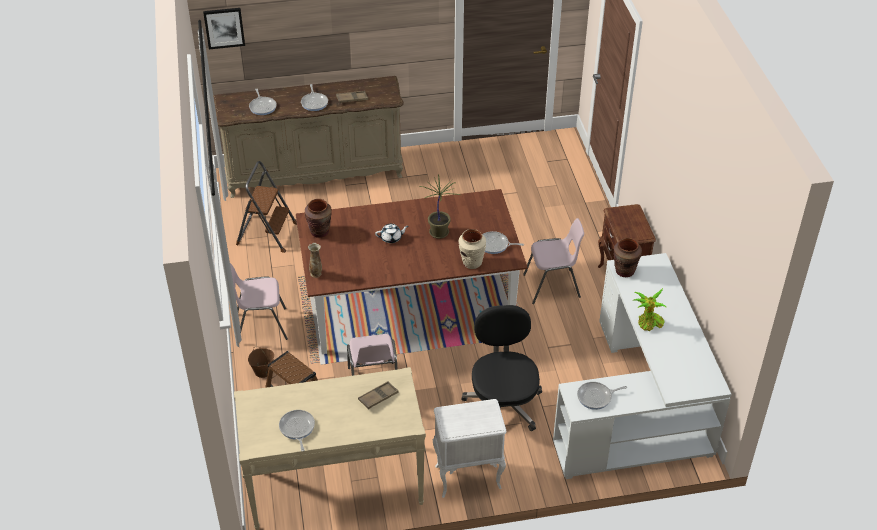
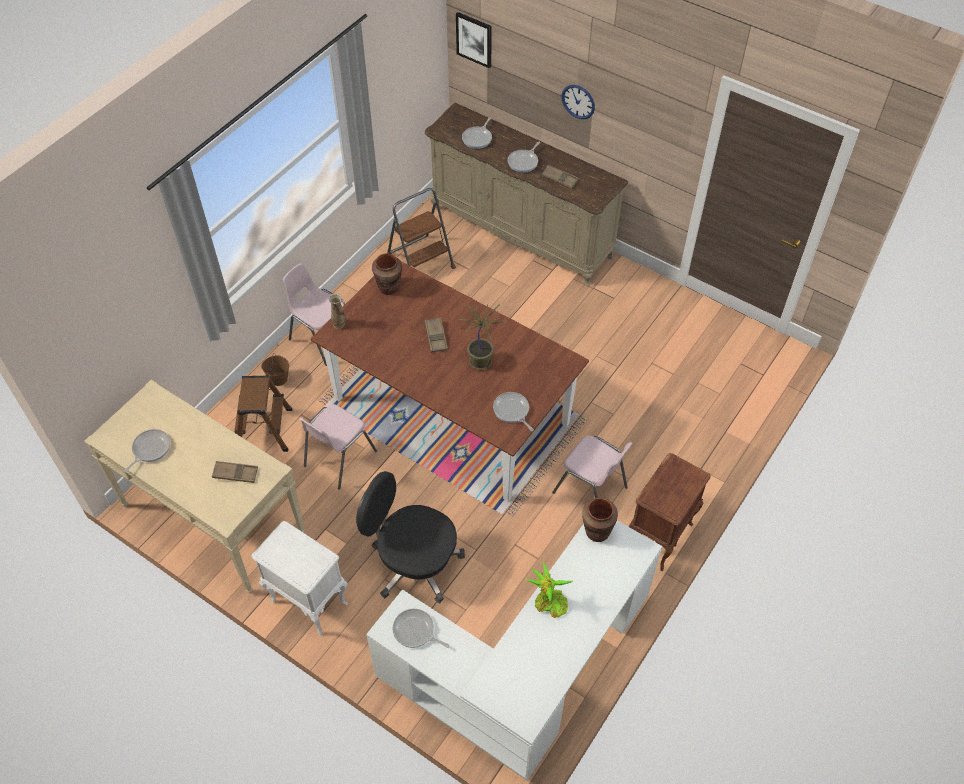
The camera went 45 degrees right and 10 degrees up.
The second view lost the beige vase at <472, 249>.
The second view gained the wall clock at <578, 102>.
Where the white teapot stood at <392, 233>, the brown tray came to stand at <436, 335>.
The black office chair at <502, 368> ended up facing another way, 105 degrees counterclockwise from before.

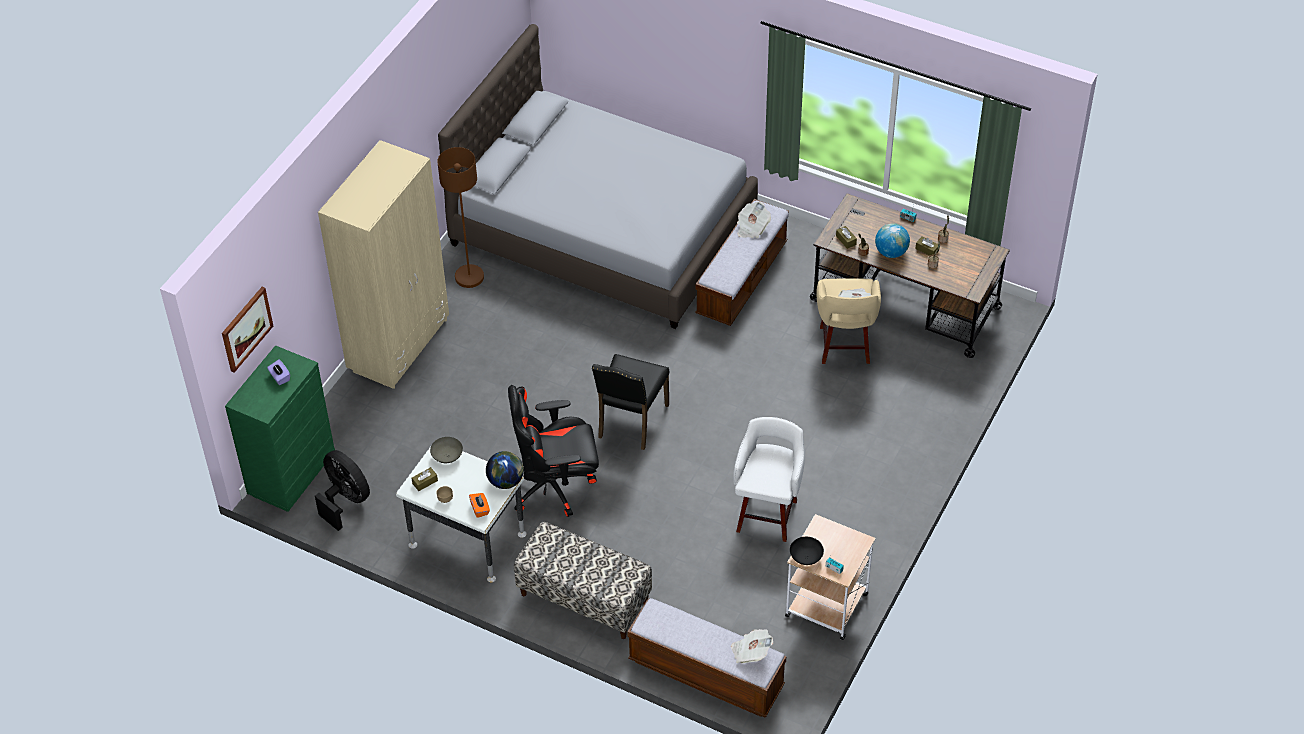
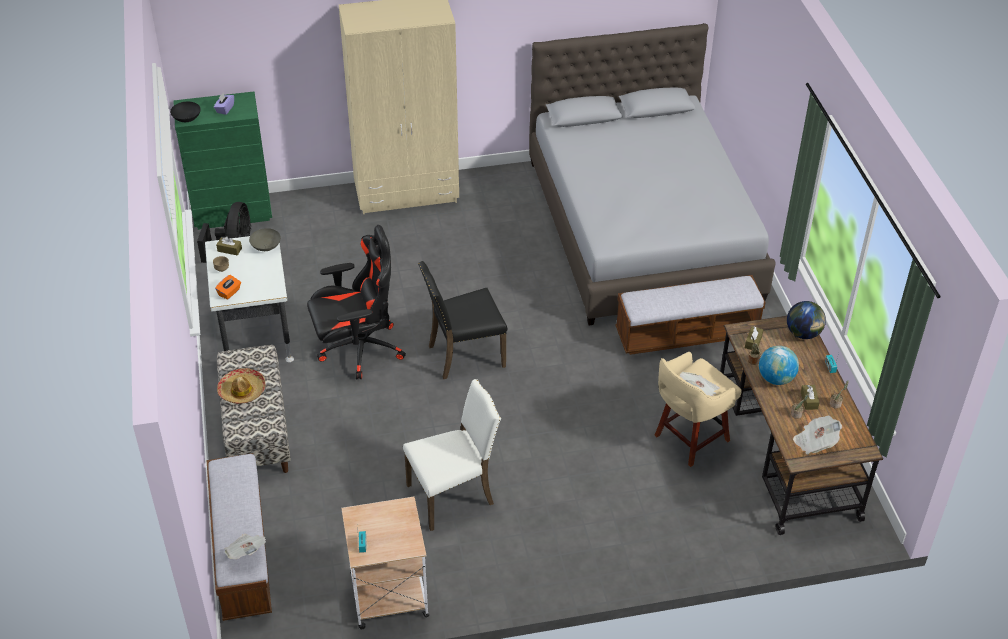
The camera went 50 degrees right and 5 degrees down.
The second view lost the picture at <247, 330>.
The second view lost the brown floor lamp at <460, 217>.
The second view gained the hat at <241, 386>.
The globe ended up elsewhere, having gone from <505, 470> to <806, 320>.
The newspaper ended up elsewhere, having gone from <754, 220> to <817, 435>.
The black bowl ended up elsewhere, having gone from <807, 551> to <185, 112>.
Where the white stool stood at <769, 479>, the white chair came to stand at <452, 455>.
The black office chair at <553, 451> ended up facing another way, 120 degrees clockwise from before.

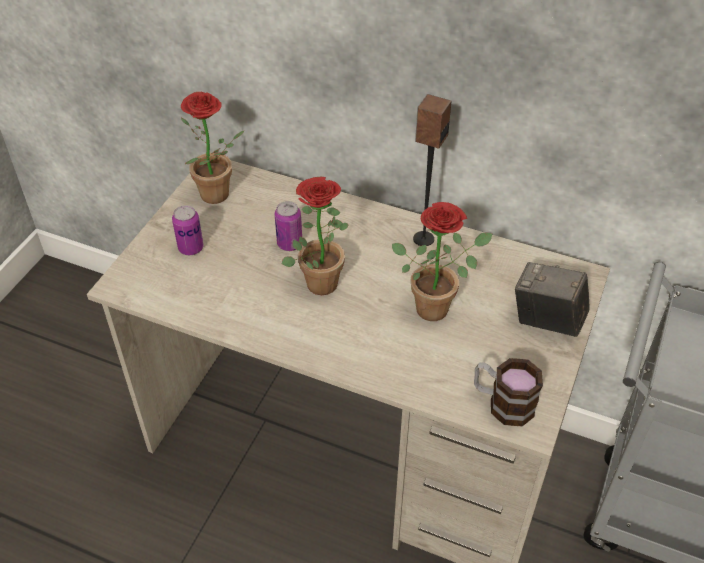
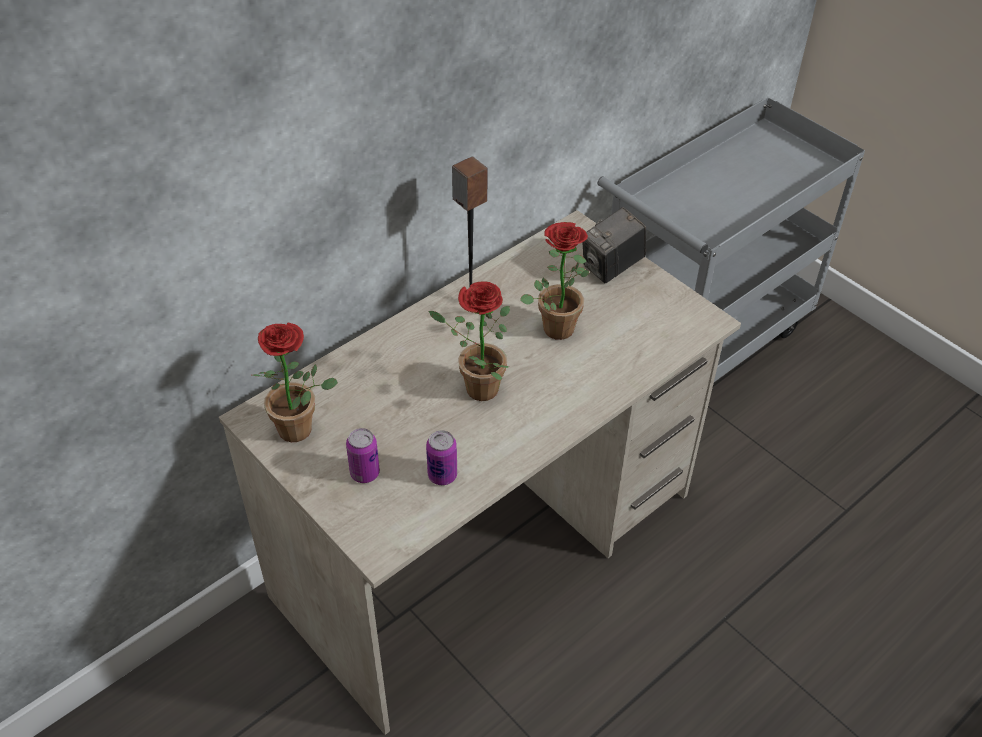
The camera went 65 degrees left and 0 degrees up.
The second view lost the mug at <508, 392>.
The can ended up elsewhere, having gone from <288, 226> to <441, 457>.

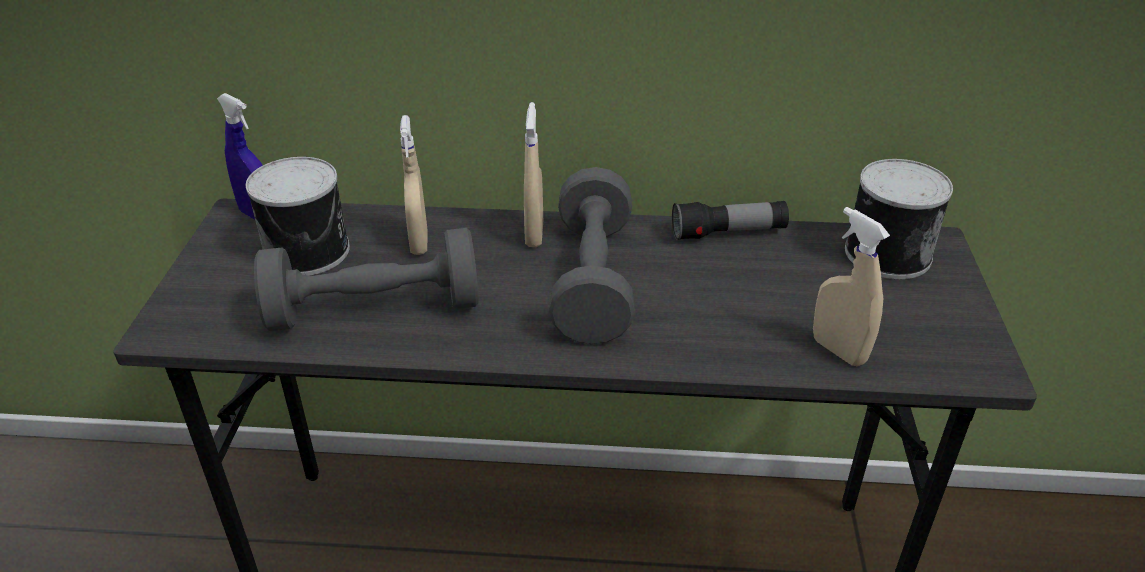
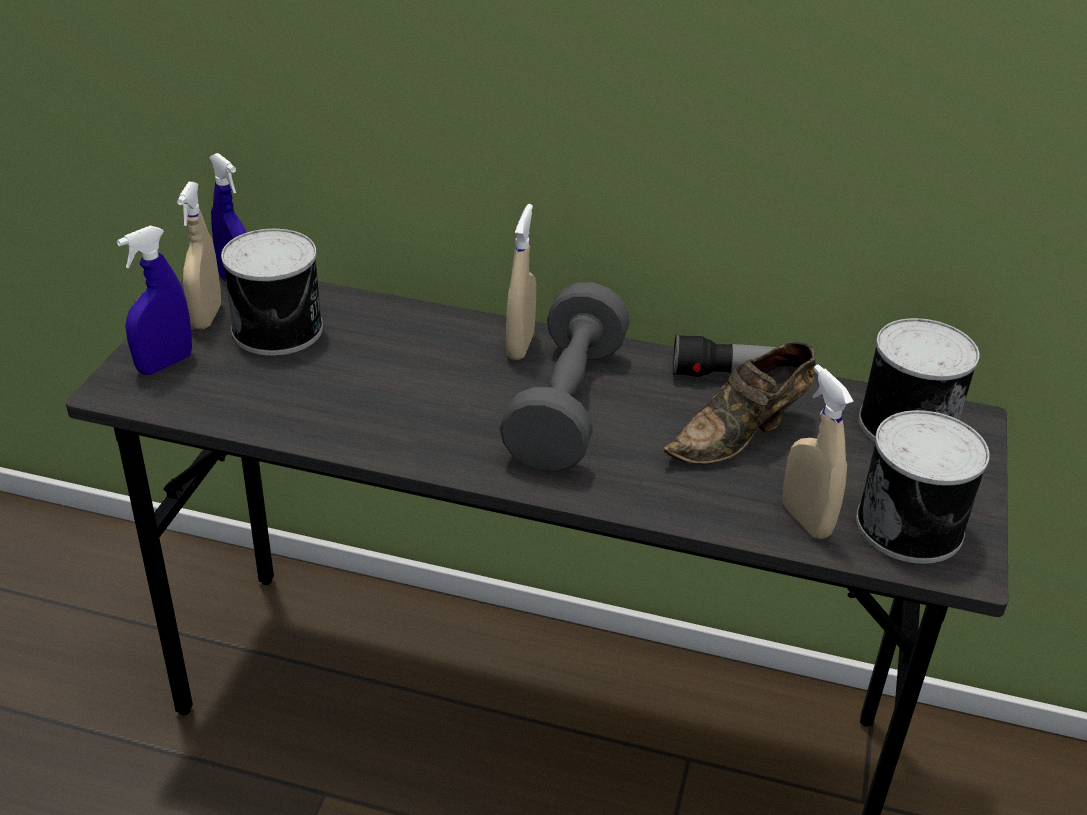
The camera went 10 degrees right and 0 degrees up.
The second view lost the grey dumbbell at <366, 279>.
The second view gained the blue spray bottle at <154, 300>.
The second view gained the brown shoe at <740, 403>.
The second view gained the can at <923, 487>.
The beige spray bottle ended up elsewhere, having gone from <413, 185> to <199, 255>.

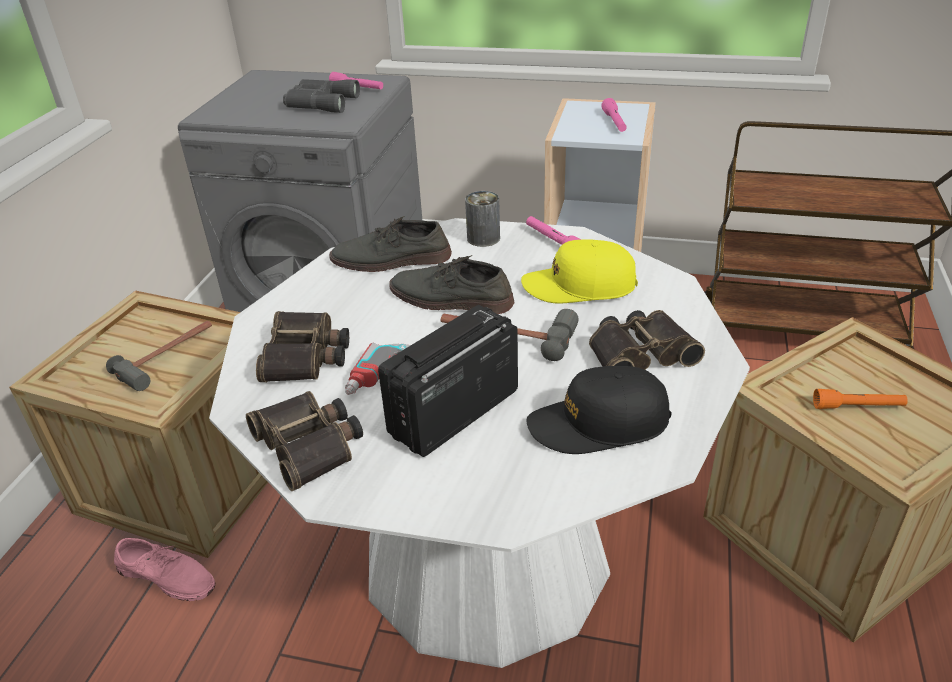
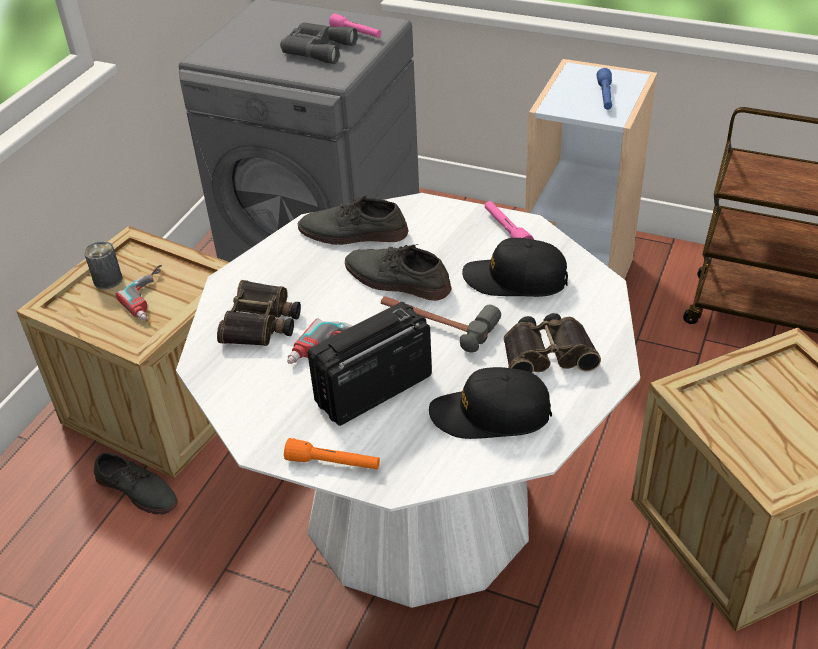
The camera went 10 degrees right and 5 degrees up.
The second view lost the binoculars at <304, 441>.
The can ended up elsewhere, having gone from <482, 219> to <103, 265>.
The orange flashlight ended up elsewhere, having gone from <860, 399> to <332, 453>.
Where the hammer stood at <159, 356>, the power drill came to stand at <139, 292>.
What was the pink shoe at <165, 569> turned into the grey shoe at <136, 484>.
What was the yellow cap at <579, 271> turned into the black cap at <515, 267>.
What was the pink flashlight at <614, 115> turned into the blue flashlight at <604, 89>.

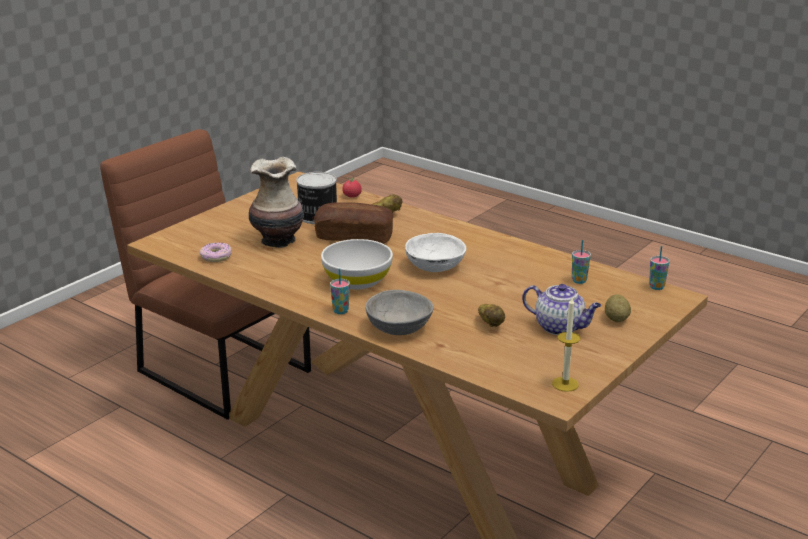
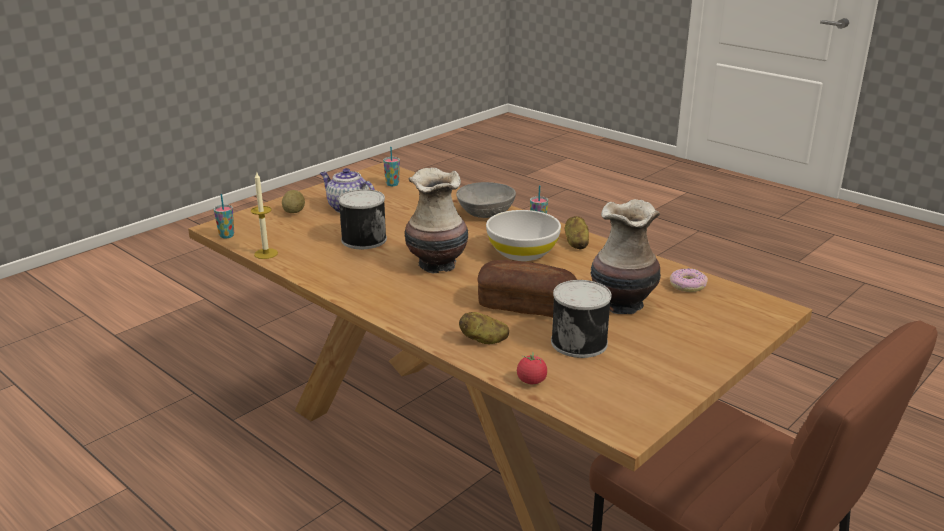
The camera went 175 degrees left and 0 degrees up.
The second view gained the can at <362, 219>.
The potato ended up elsewhere, having gone from <491, 315> to <577, 233>.
The candle ended up elsewhere, having gone from <566, 345> to <264, 216>.
The cup ended up elsewhere, having gone from <581, 262> to <391, 166>.
Where the white bowl stood at <435, 252>, the vase came to stand at <436, 220>.

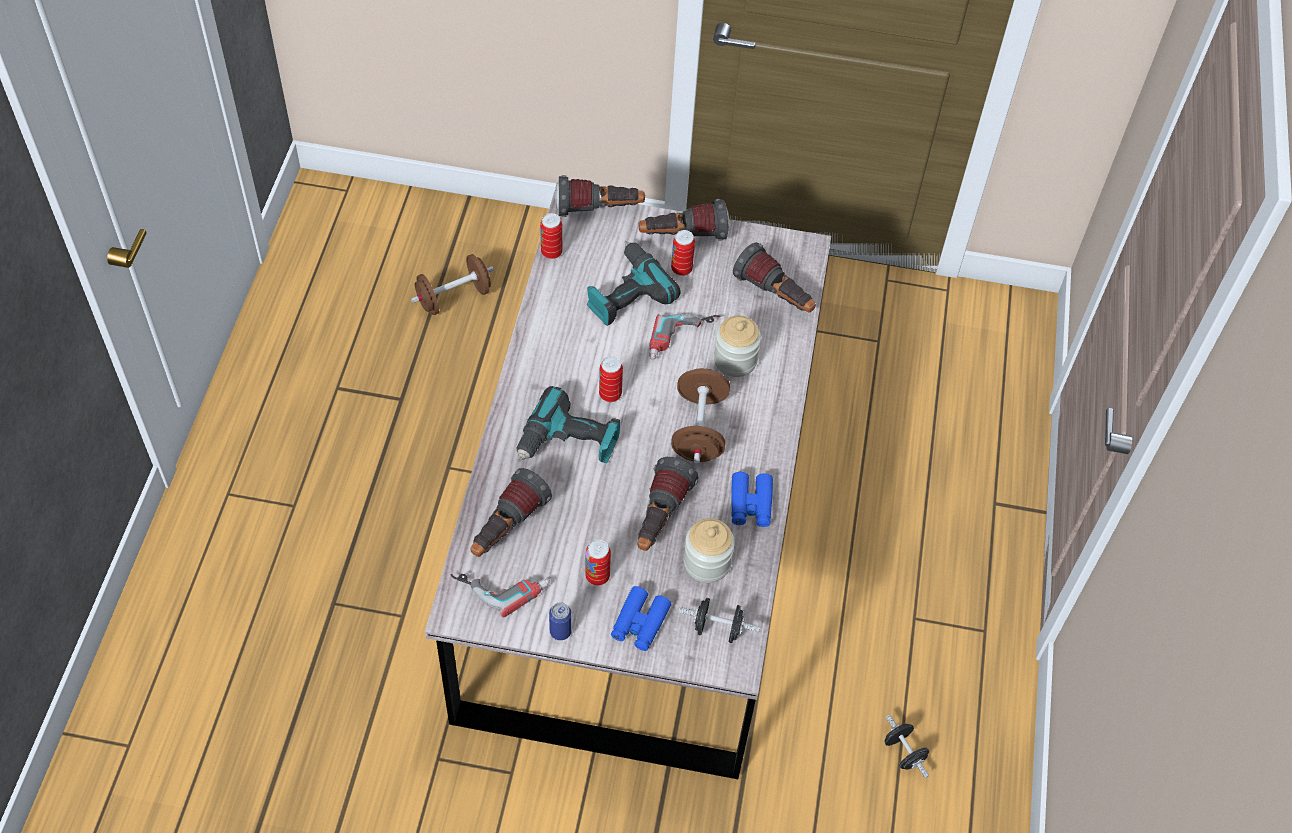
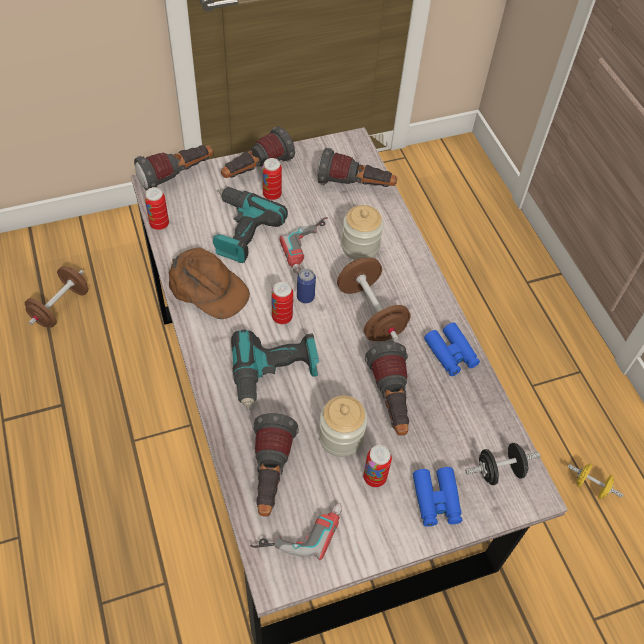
The camera went 30 degrees left and 0 degrees up.
The second view gained the brown cap at <209, 283>.
The can ended up elsewhere, having gone from <560, 621> to <306, 286>.
The jar ended up elsewhere, having gone from <709, 550> to <343, 426>.
What was the black dumbbell at <906, 746> turned into the yellow dumbbell at <596, 481>.

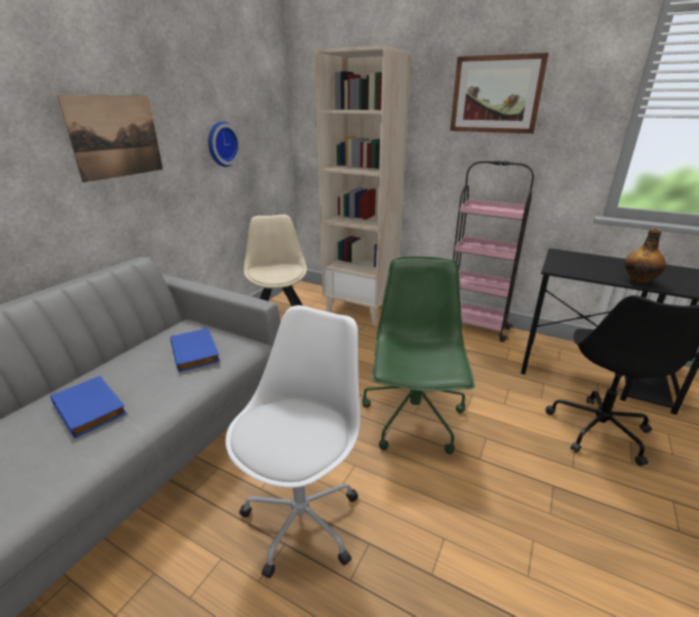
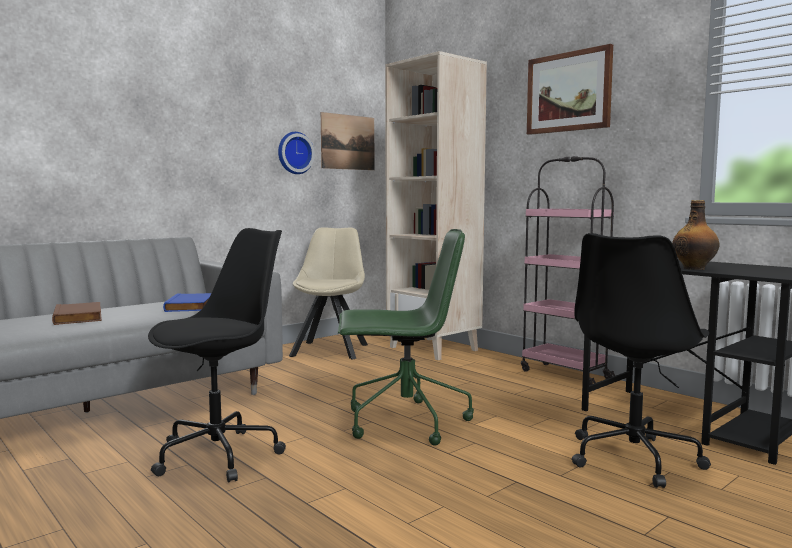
The camera went 20 degrees right and 20 degrees down.
The picture ended up elsewhere, having gone from <110, 139> to <347, 141>.
What was the blue book at <89, 407> turned into the brown book at <77, 313>.
What was the white office chair at <292, 441> turned into the black office chair at <217, 355>.
The green office chair at <418, 355> ended up facing another way, 60 degrees clockwise from before.

